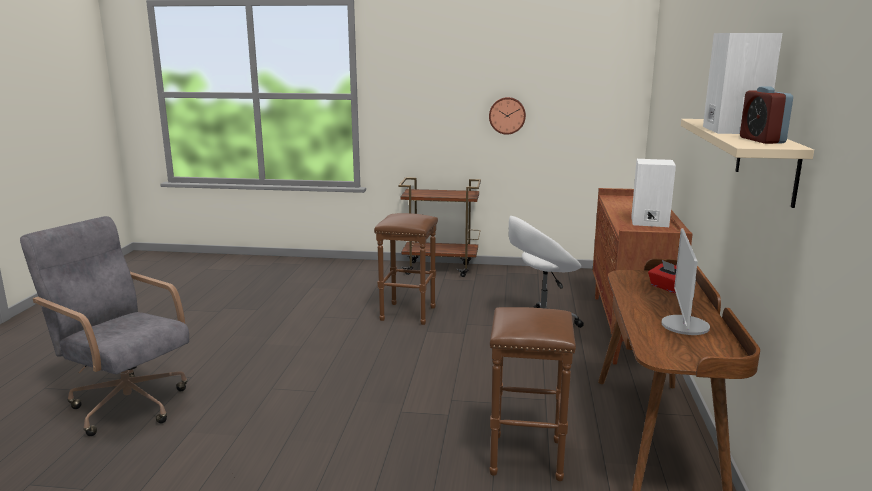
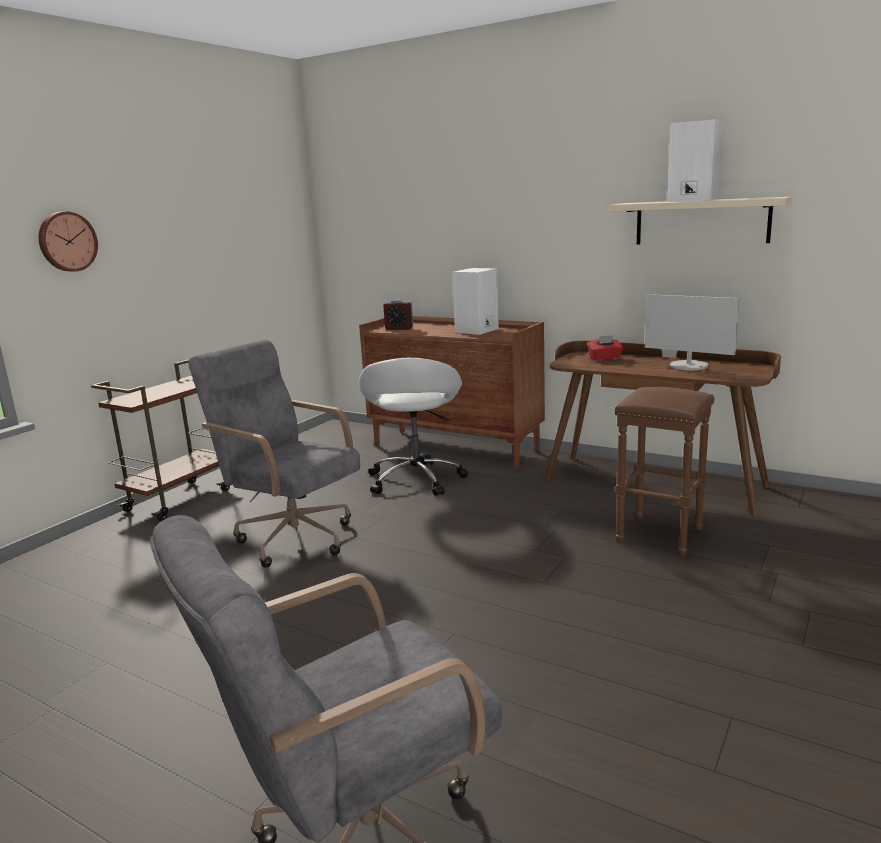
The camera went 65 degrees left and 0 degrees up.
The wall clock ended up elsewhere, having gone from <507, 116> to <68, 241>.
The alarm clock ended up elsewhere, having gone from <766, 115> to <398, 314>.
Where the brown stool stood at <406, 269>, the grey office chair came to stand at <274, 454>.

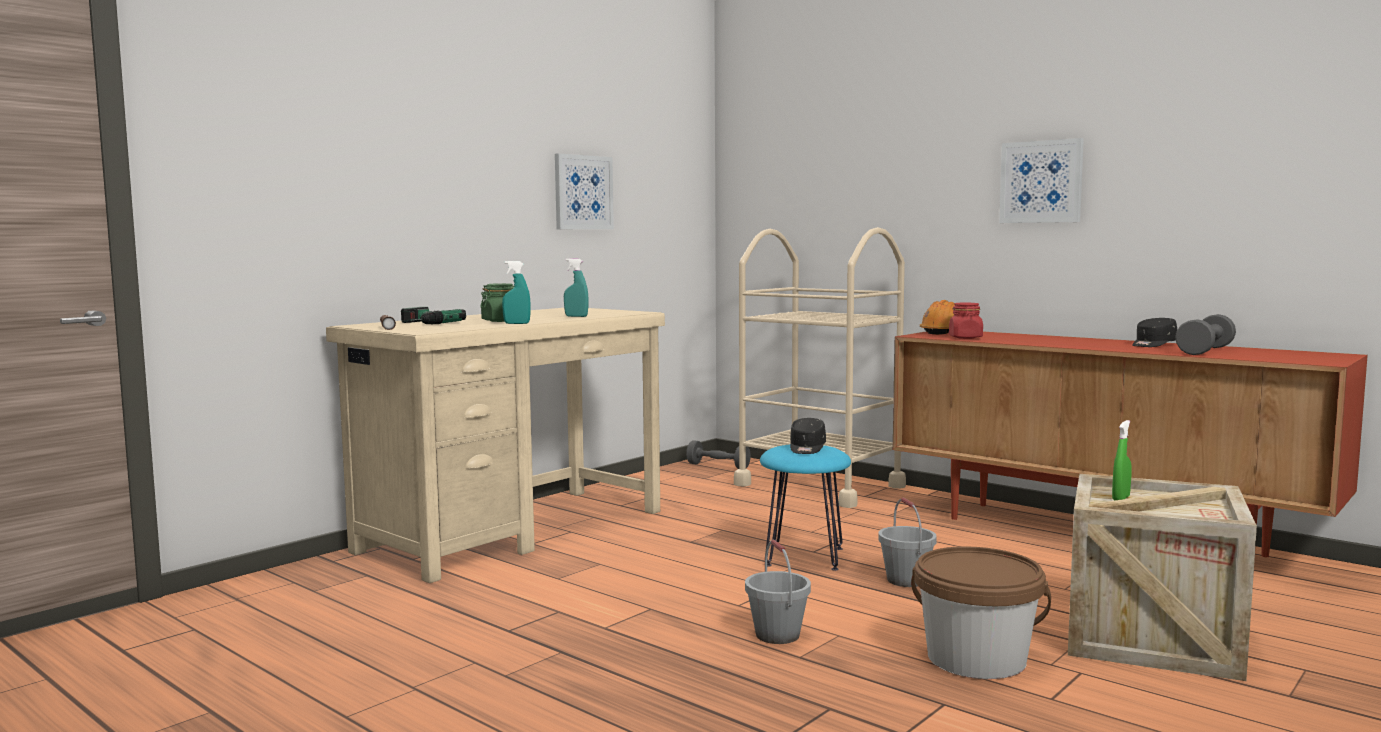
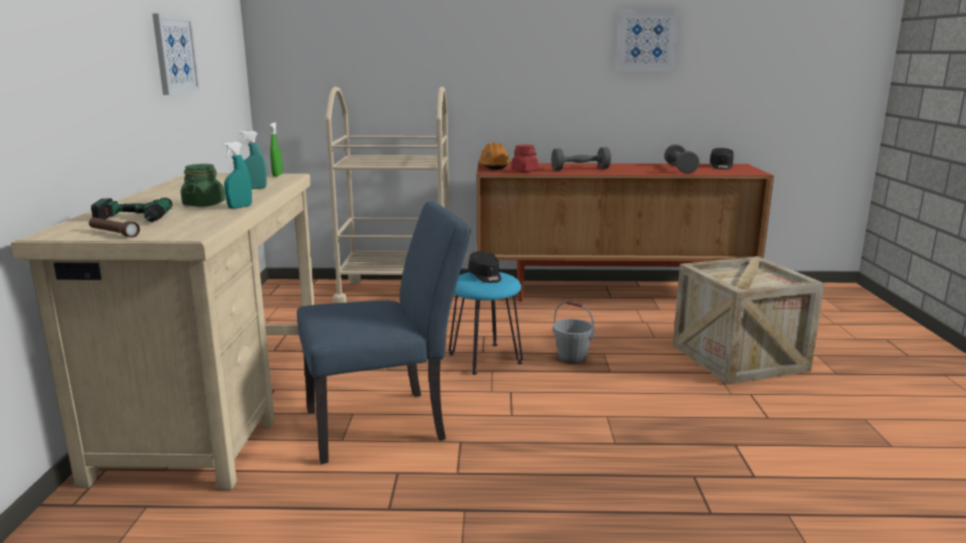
The camera went 40 degrees left and 10 degrees up.
The second view lost the grey bucket at <778, 592>.
The second view lost the brown bucket at <981, 612>.
The second view gained the blue chair at <384, 332>.
The grey dumbbell ended up elsewhere, having gone from <718, 454> to <581, 159>.
The picture ended up elsewhere, having gone from <1041, 180> to <648, 40>.
The green spray bottle ended up elsewhere, having gone from <1122, 460> to <276, 149>.
The black cap ended up elsewhere, having gone from <1154, 332> to <722, 158>.

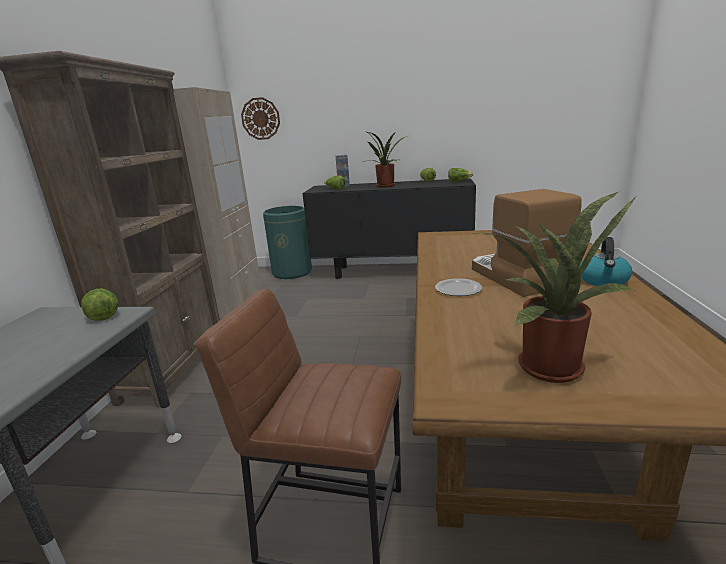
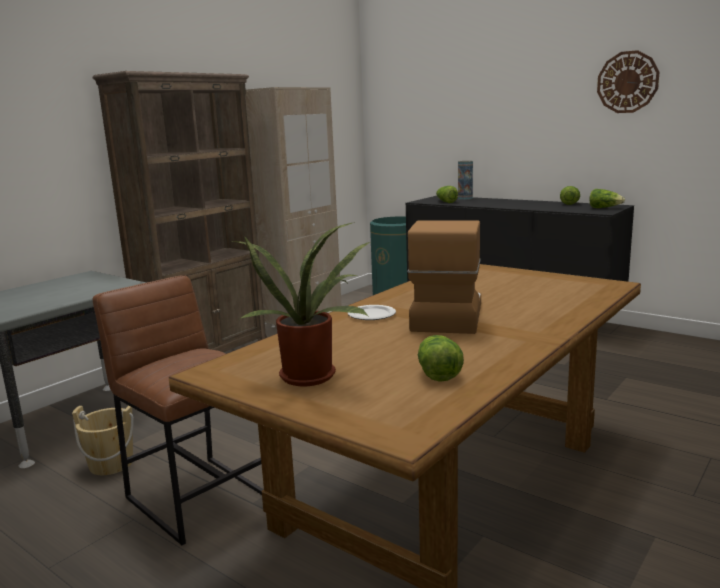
The camera went 30 degrees right and 5 degrees down.
The second view lost the potted plant at <385, 160>.
The second view lost the kettle at <605, 261>.
The second view gained the beige bucket at <103, 440>.
The lettuce ended up elsewhere, having gone from <99, 304> to <441, 358>.
The wall clock ended up elsewhere, having gone from <260, 118> to <628, 81>.

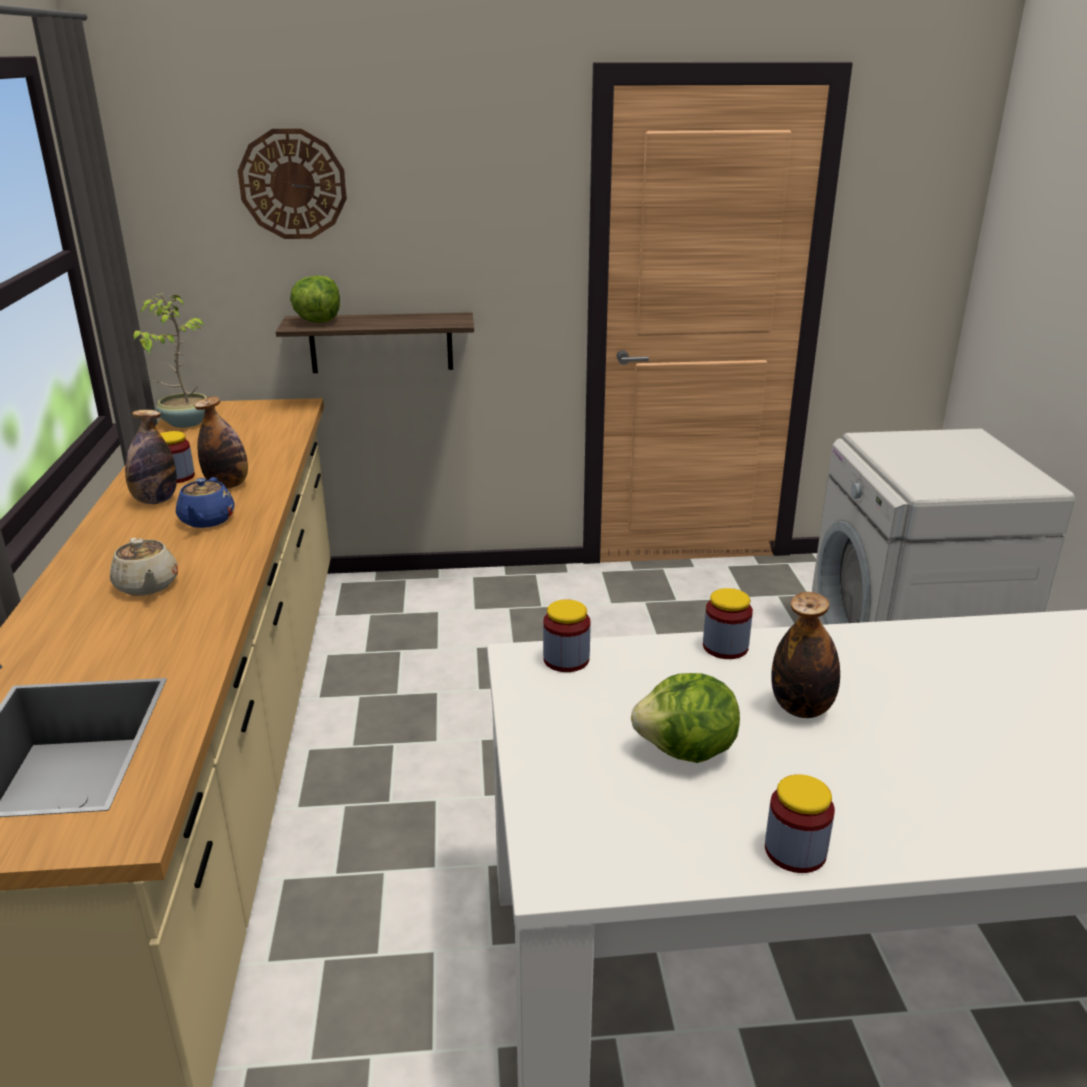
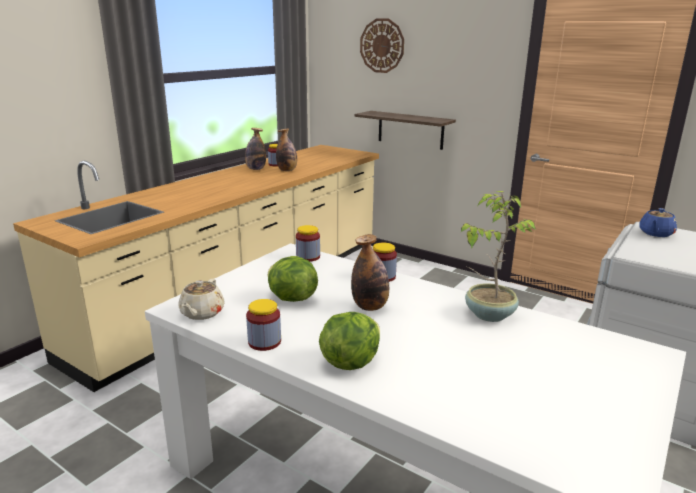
The camera went 40 degrees right and 5 degrees down.
The beige teapot ended up elsewhere, having gone from <144, 567> to <201, 299>.
The potted plant ended up elsewhere, having gone from <170, 361> to <498, 256>.
The blue teapot ended up elsewhere, having gone from <205, 502> to <658, 222>.
The lettuce ended up elsewhere, having gone from <315, 299> to <349, 341>.

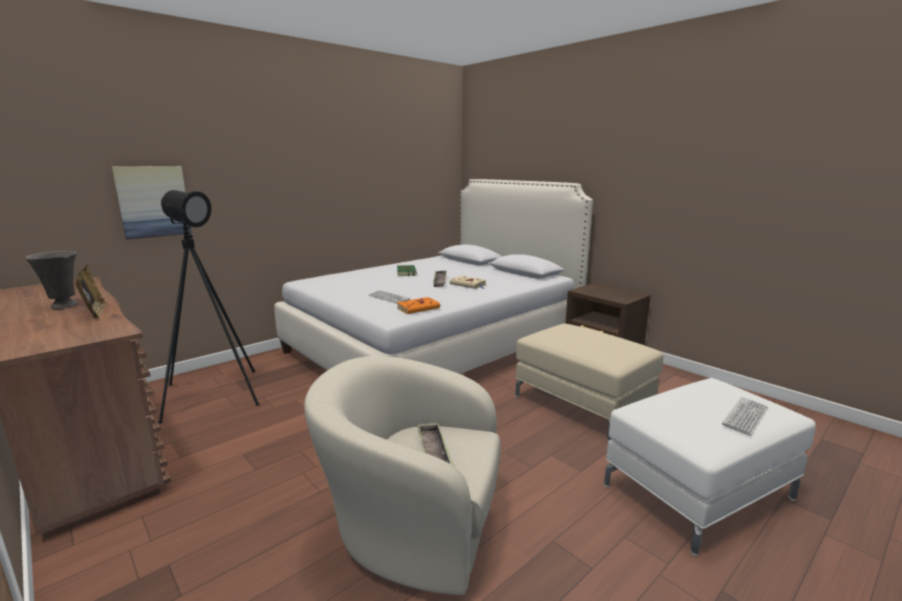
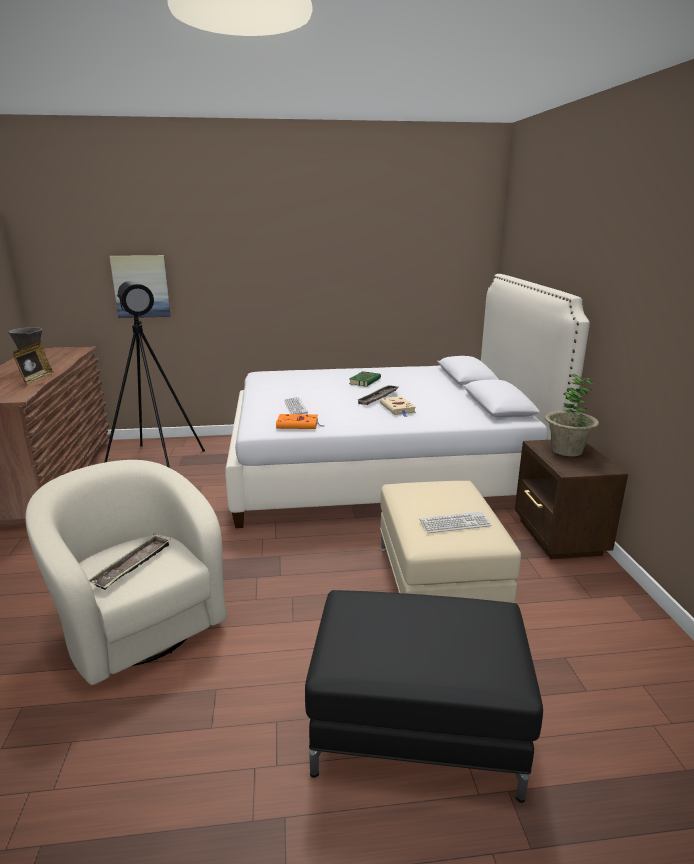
The camera went 35 degrees right and 5 degrees up.
The second view gained the potted plant at <572, 415>.
The keyboard ended up elsewhere, having gone from <745, 416> to <455, 522>.
What was the white ottoman at <710, 467> turned into the black ottoman at <424, 696>.

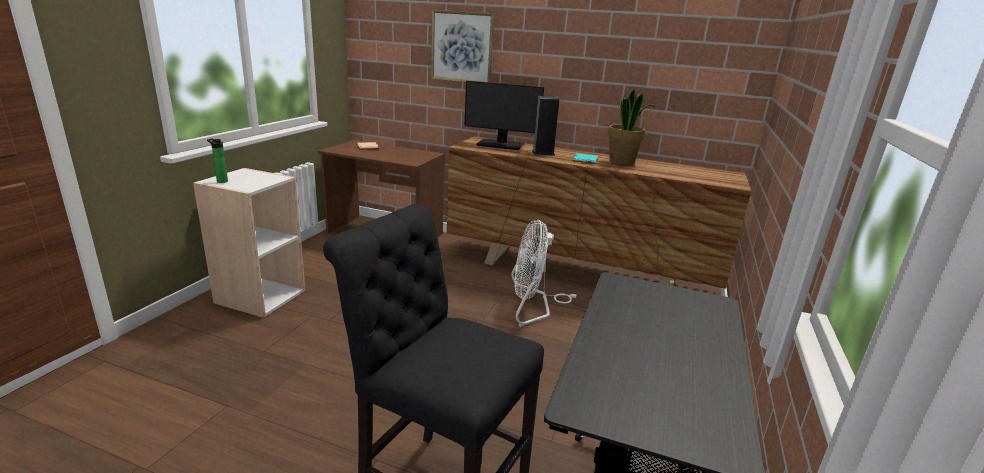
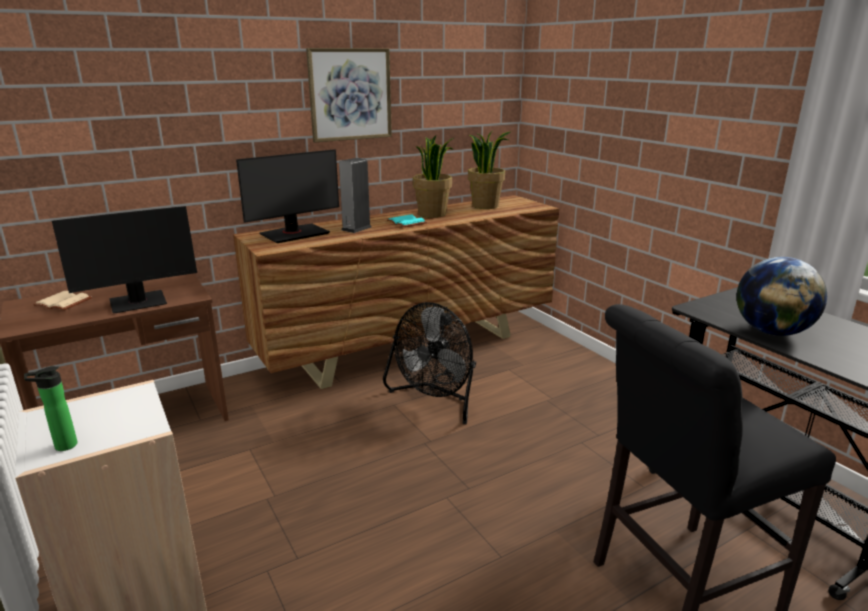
The camera went 50 degrees left and 0 degrees up.
The second view gained the monitor at <124, 259>.
The second view gained the potted plant at <490, 169>.
The second view gained the globe at <782, 296>.
The picture ended up elsewhere, having gone from <463, 46> to <349, 95>.
What was the white fan at <545, 273> turned into the black fan at <429, 363>.

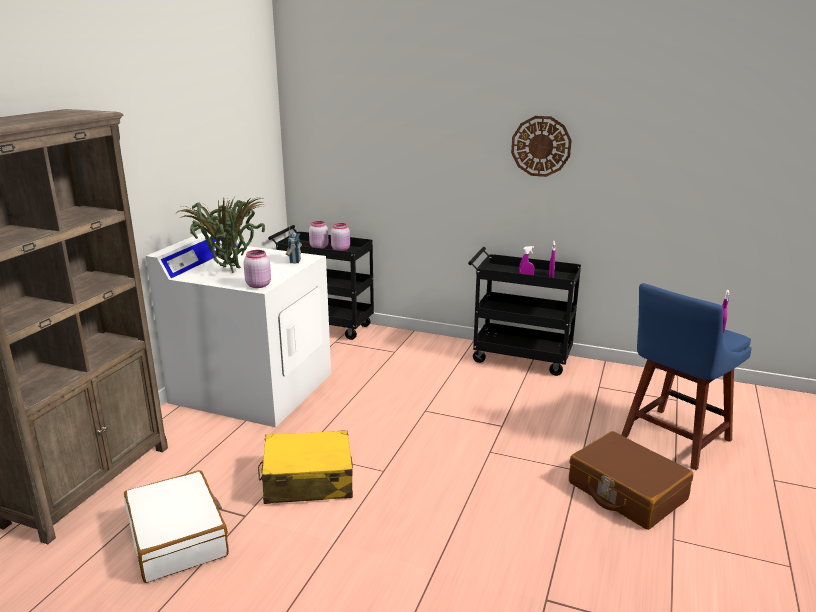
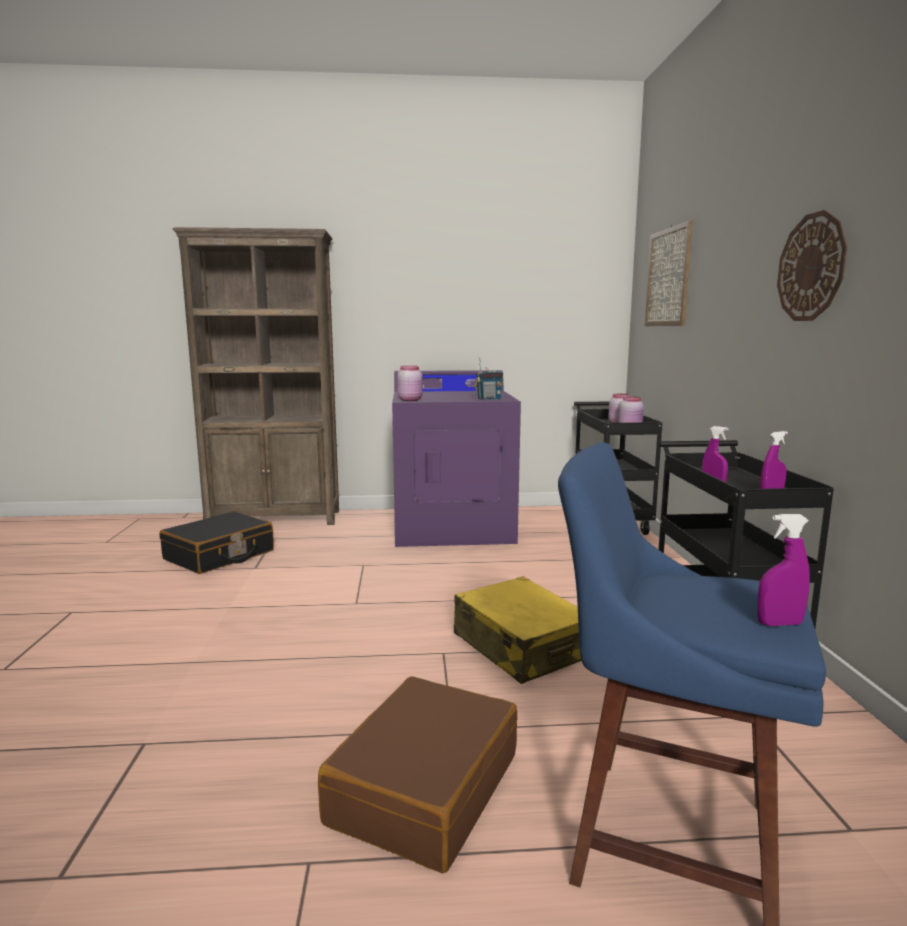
The camera went 65 degrees right and 10 degrees down.
The second view lost the potted plant at <220, 235>.
The second view gained the picture at <669, 273>.
The yellow suitcase ended up elsewhere, having gone from <305, 467> to <517, 630>.
What was the white suitcase at <176, 526> turned into the black suitcase at <216, 543>.
What was the white washing machine at <238, 326> turned into the purple washing machine at <456, 458>.

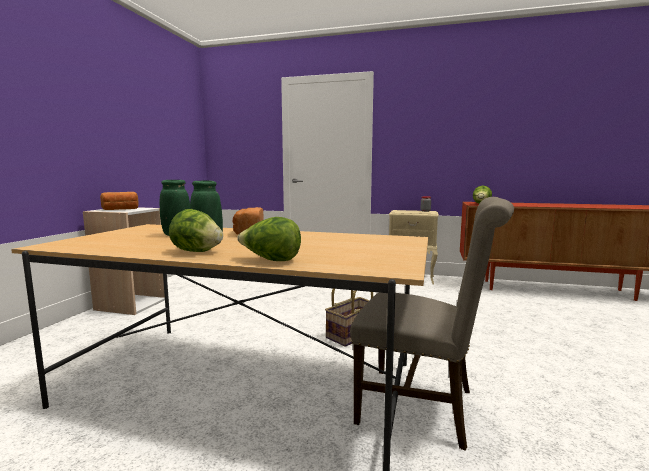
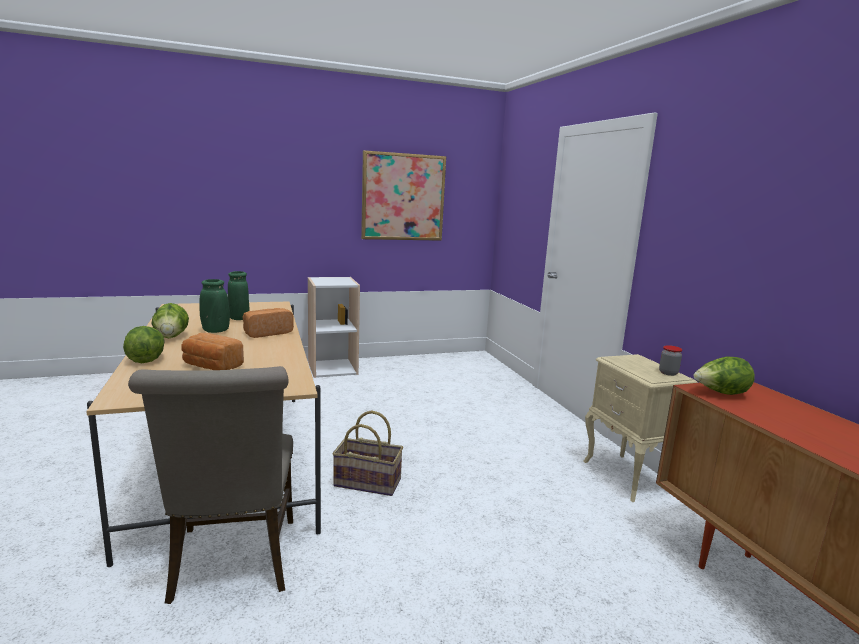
The camera went 55 degrees right and 5 degrees up.
The second view gained the picture at <403, 195>.
The bread ended up elsewhere, having gone from <119, 201> to <213, 351>.

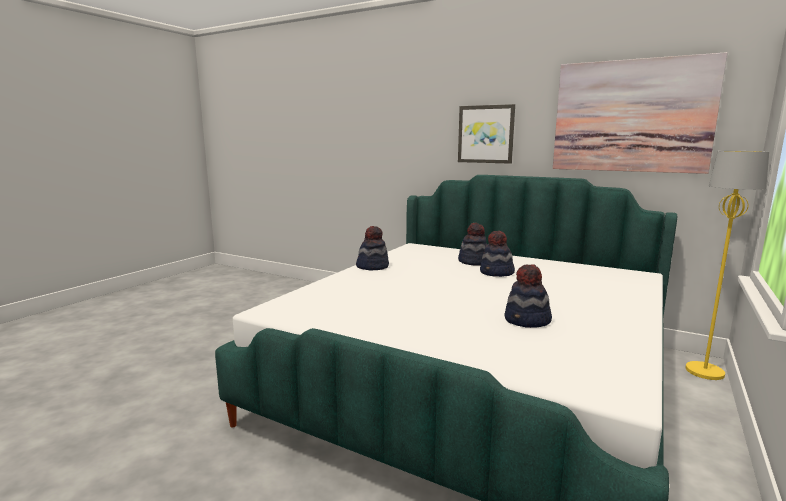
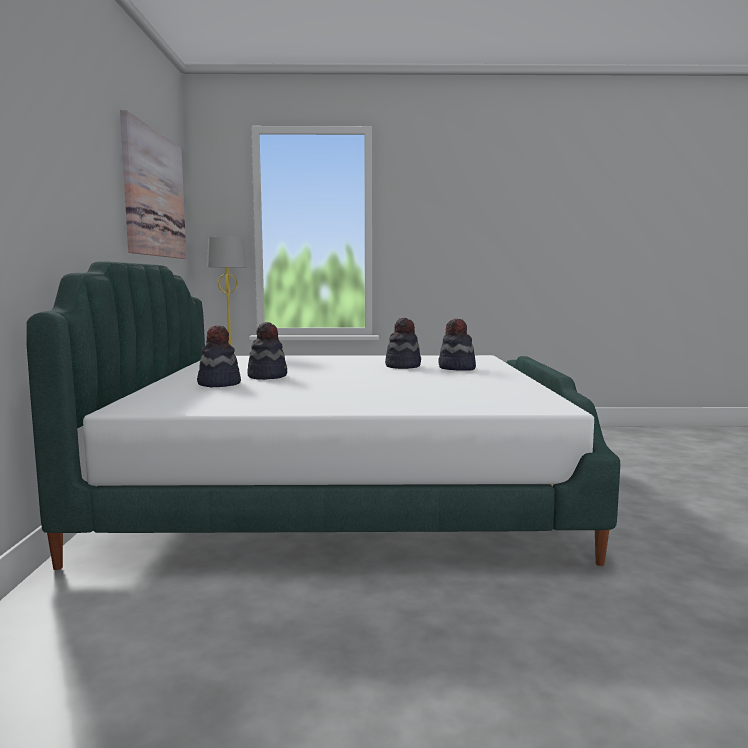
The camera went 120 degrees left and 5 degrees down.
The second view lost the picture at <486, 134>.
The hat ended up elsewhere, having gone from <372, 248> to <457, 345>.

